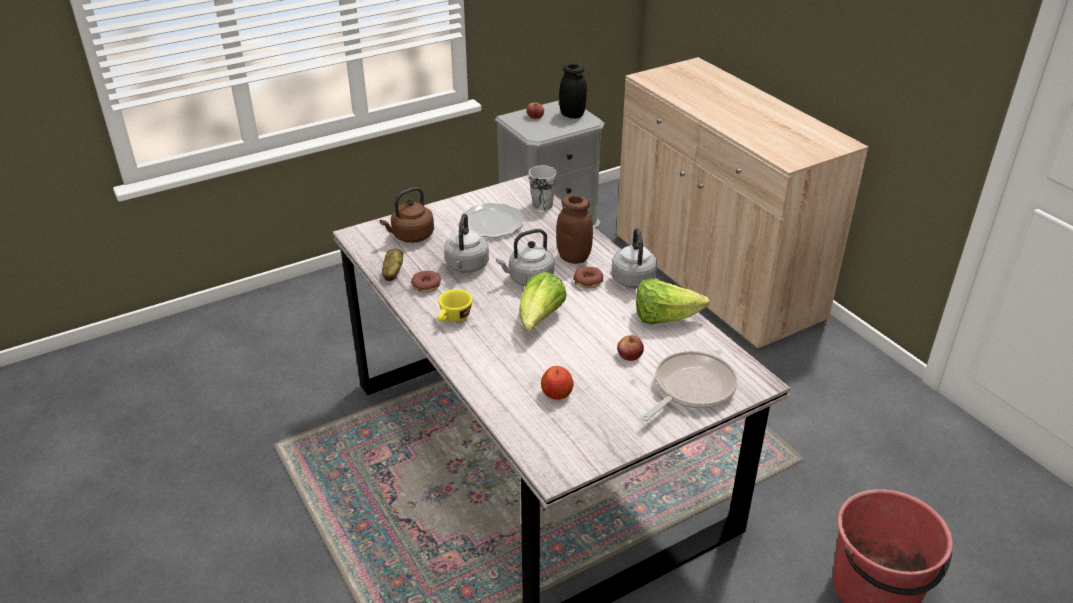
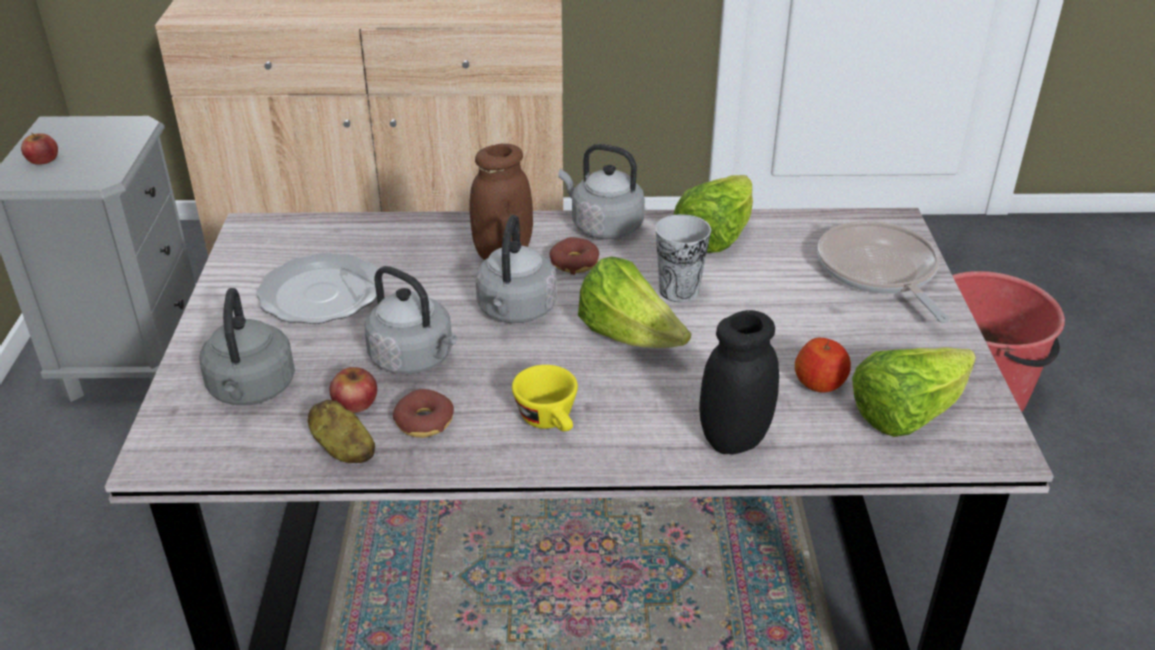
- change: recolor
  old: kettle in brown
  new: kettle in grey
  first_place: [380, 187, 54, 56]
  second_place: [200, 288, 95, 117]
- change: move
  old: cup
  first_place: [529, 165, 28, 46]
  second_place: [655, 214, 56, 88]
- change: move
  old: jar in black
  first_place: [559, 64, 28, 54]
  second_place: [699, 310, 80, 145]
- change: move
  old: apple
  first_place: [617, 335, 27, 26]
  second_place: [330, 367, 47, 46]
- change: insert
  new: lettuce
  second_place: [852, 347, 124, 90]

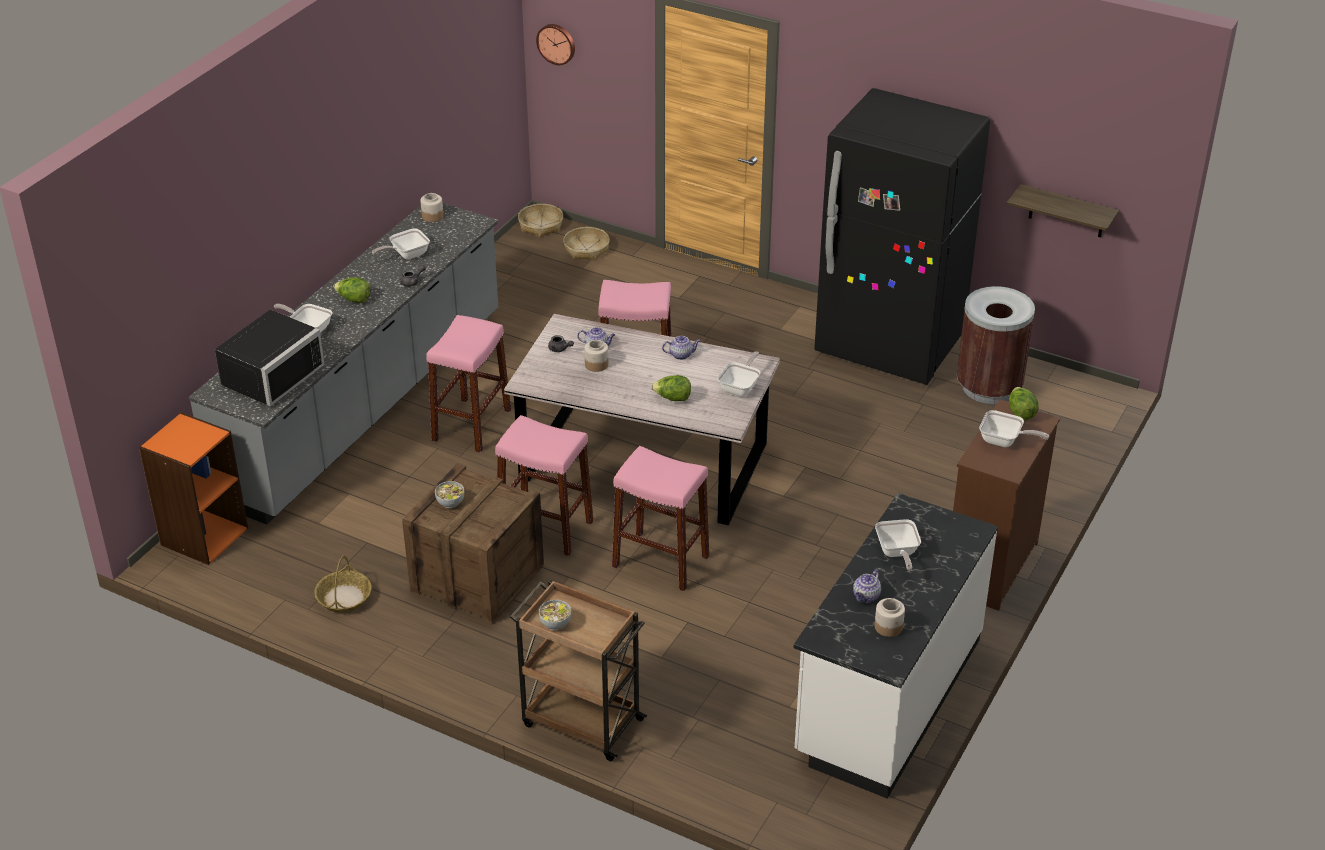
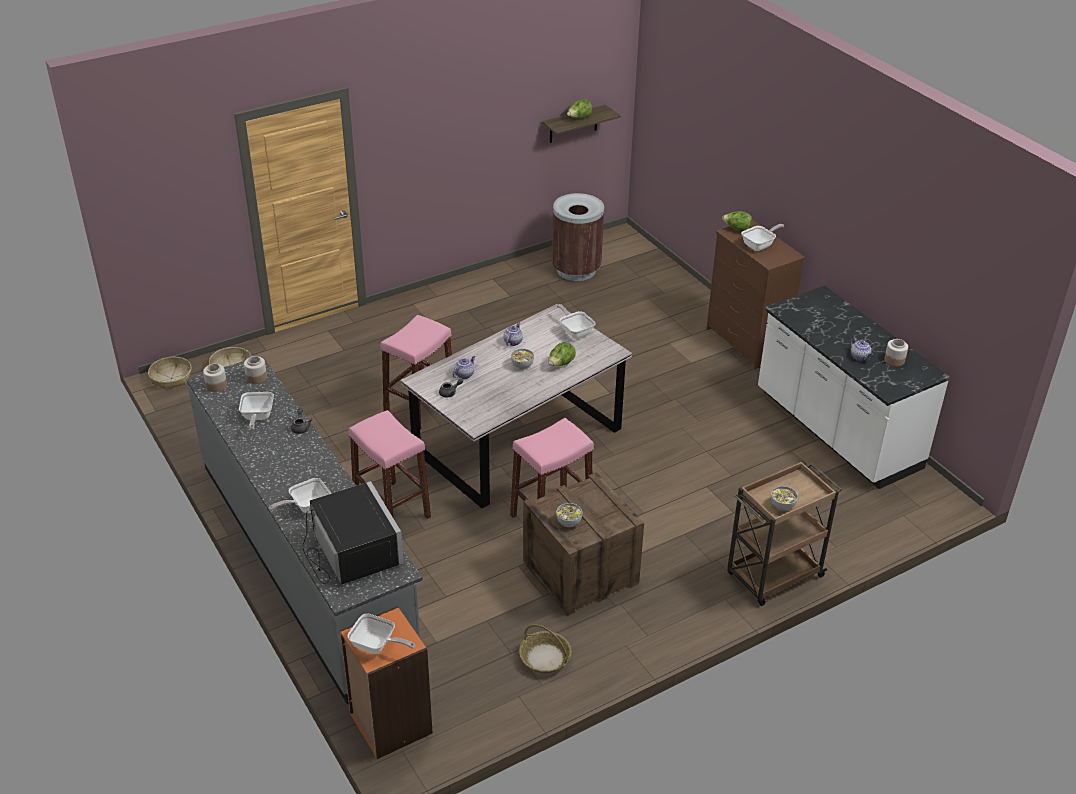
- change: move
  old: lettuce
  first_place: [333, 277, 37, 26]
  second_place: [567, 99, 25, 20]
- change: delete
  old: wall clock
  first_place: [536, 24, 39, 41]
- change: move
  old: jar
  first_place: [584, 340, 24, 32]
  second_place: [244, 356, 23, 28]
- change: delete
  old: stool in pink
  first_place: [612, 446, 97, 145]
- change: delete
  old: fridge in black
  first_place: [814, 88, 176, 297]
- change: move
  old: frying pan
  first_place: [875, 519, 46, 52]
  second_place: [347, 614, 68, 40]
- change: insert
  new: bowl
  second_place: [511, 349, 23, 21]

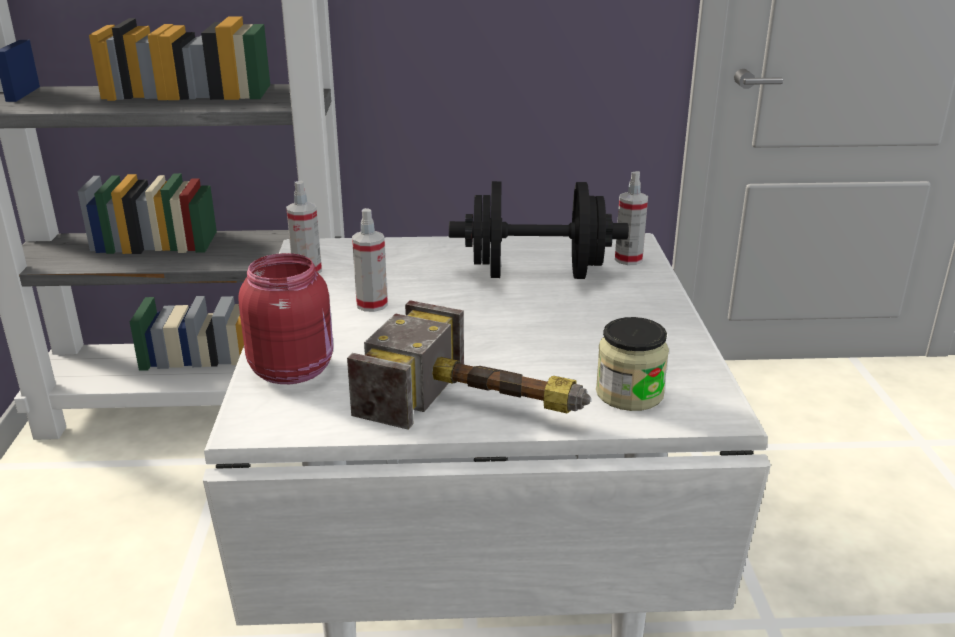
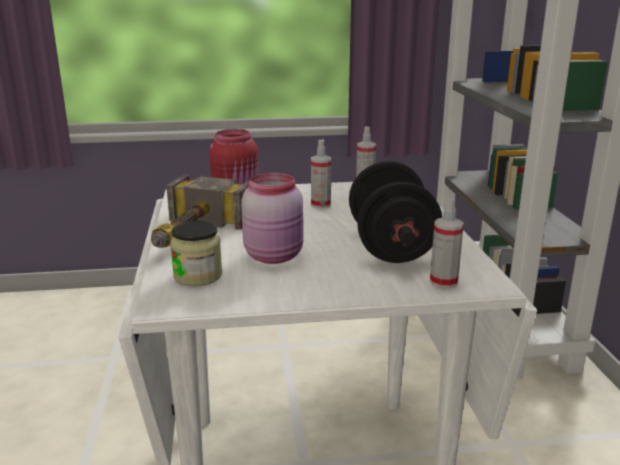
- change: insert
  new: jar in pink
  second_place: [241, 173, 62, 91]

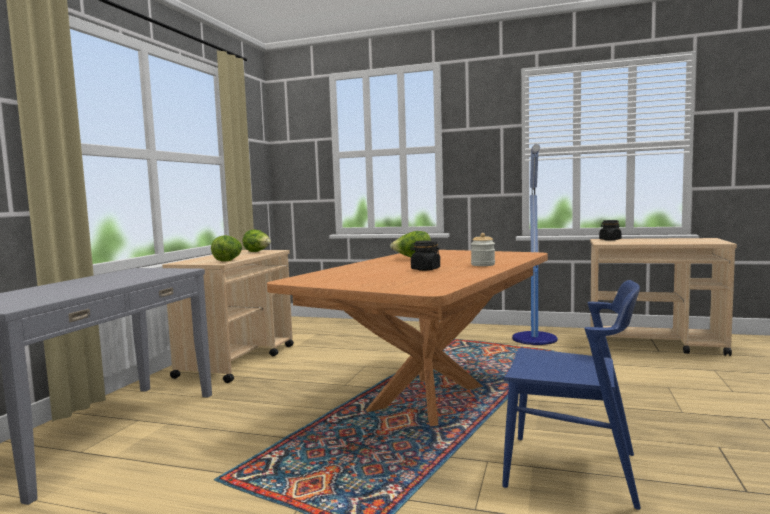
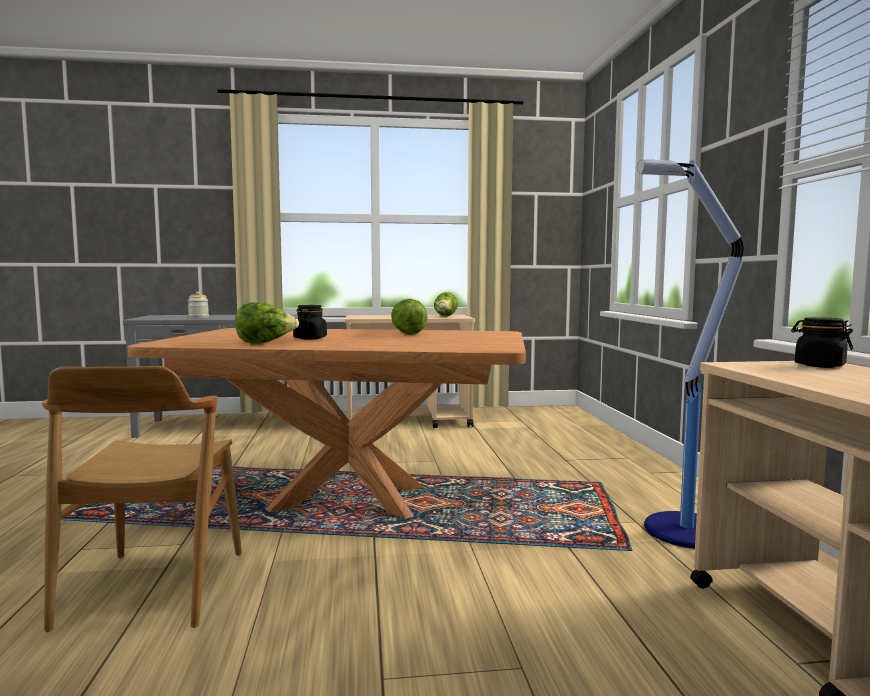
- change: move
  old: lettuce
  first_place: [211, 235, 31, 27]
  second_place: [235, 302, 64, 42]
- change: move
  old: jar
  first_place: [471, 233, 24, 33]
  second_place: [188, 291, 21, 27]
- change: recolor
  old: chair in blue
  new: chair in brown
  first_place: [502, 280, 139, 230]
  second_place: [42, 366, 200, 266]

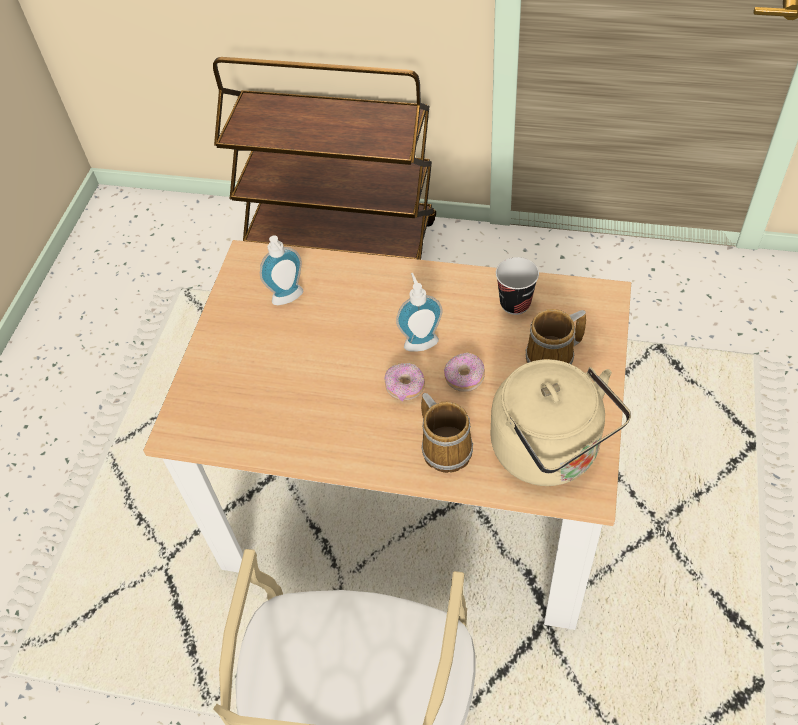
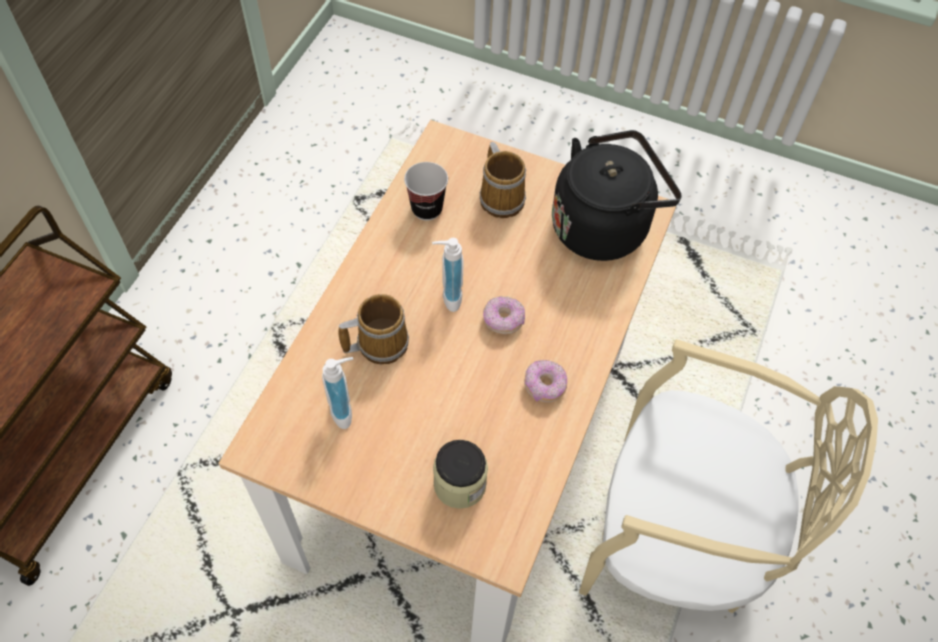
- change: move
  old: mug
  first_place: [421, 393, 52, 80]
  second_place: [338, 294, 71, 70]
- change: move
  old: donut
  first_place: [444, 353, 41, 39]
  second_place: [524, 360, 43, 42]
- change: recolor
  old: kettle in beige
  new: kettle in black
  first_place: [491, 359, 140, 127]
  second_place: [552, 130, 130, 131]
- change: insert
  new: jar
  second_place: [433, 440, 55, 69]

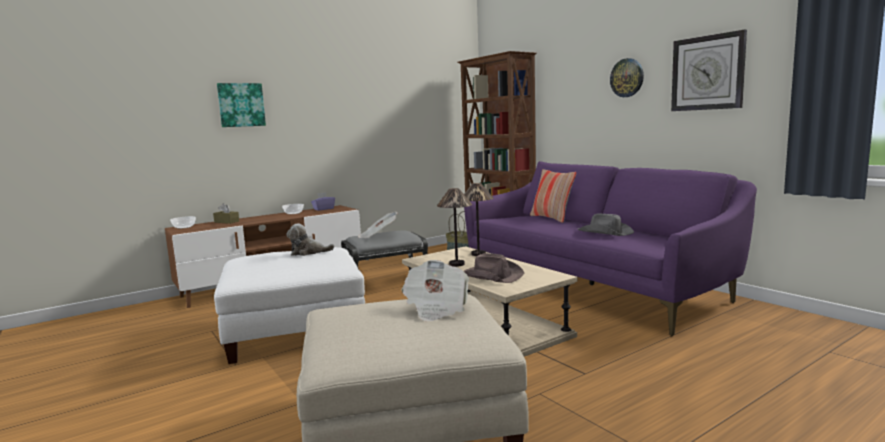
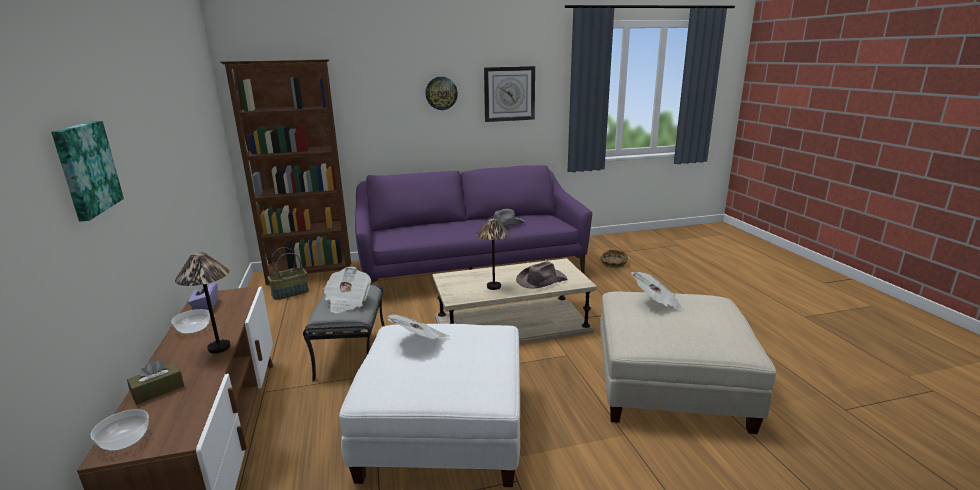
- change: replace
  old: plush toy
  new: newspaper
  first_place: [287, 223, 47, 33]
  second_place: [387, 314, 63, 25]
- change: move
  old: table lamp
  first_place: [464, 183, 30, 73]
  second_place: [175, 252, 55, 101]
- change: delete
  old: pillow
  first_place: [530, 169, 47, 54]
- change: insert
  new: basket
  second_place: [600, 249, 28, 19]

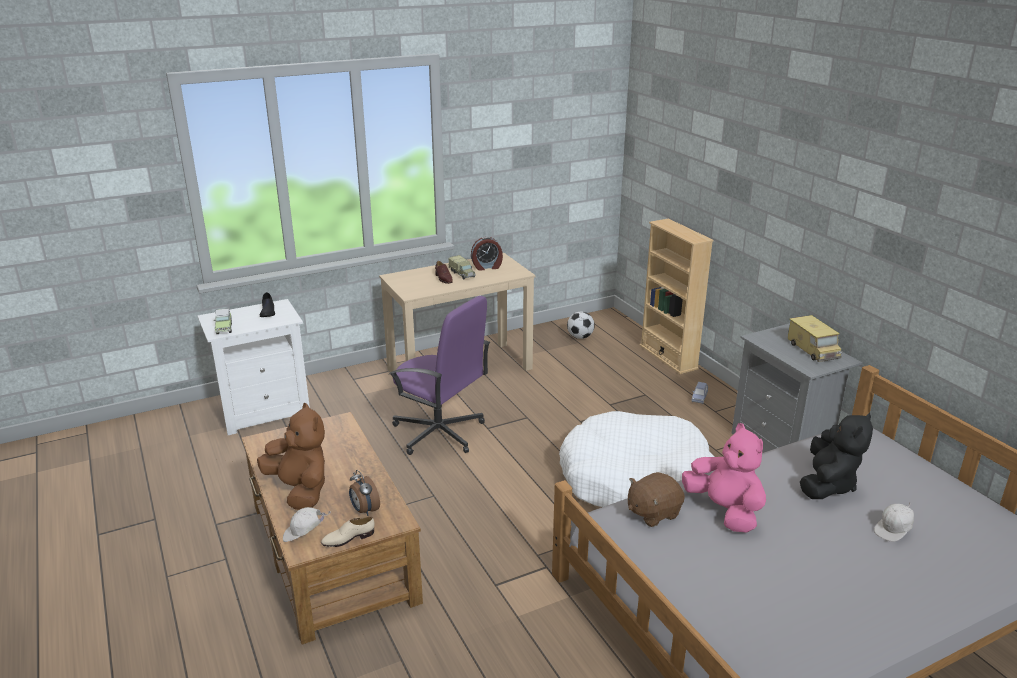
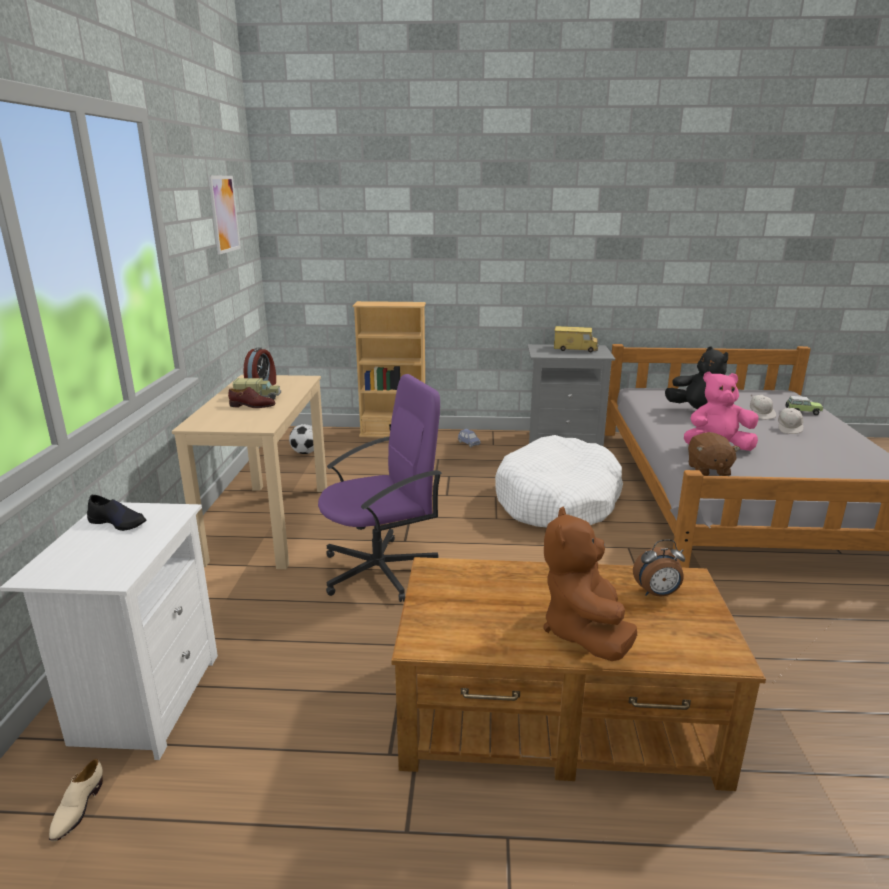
- change: move
  old: toy car
  first_place: [214, 309, 18, 25]
  second_place: [786, 396, 37, 19]
- change: rotate
  old: plush toy in brown
  first_place: [257, 403, 68, 107]
  second_place: [543, 507, 94, 154]
  degrees: -75
- change: move
  old: cap in white
  first_place: [283, 507, 48, 35]
  second_place: [778, 407, 25, 27]
- change: move
  old: shoe in beige
  first_place: [321, 517, 54, 30]
  second_place: [49, 759, 54, 83]
- change: insert
  new: picture
  second_place: [208, 176, 33, 78]

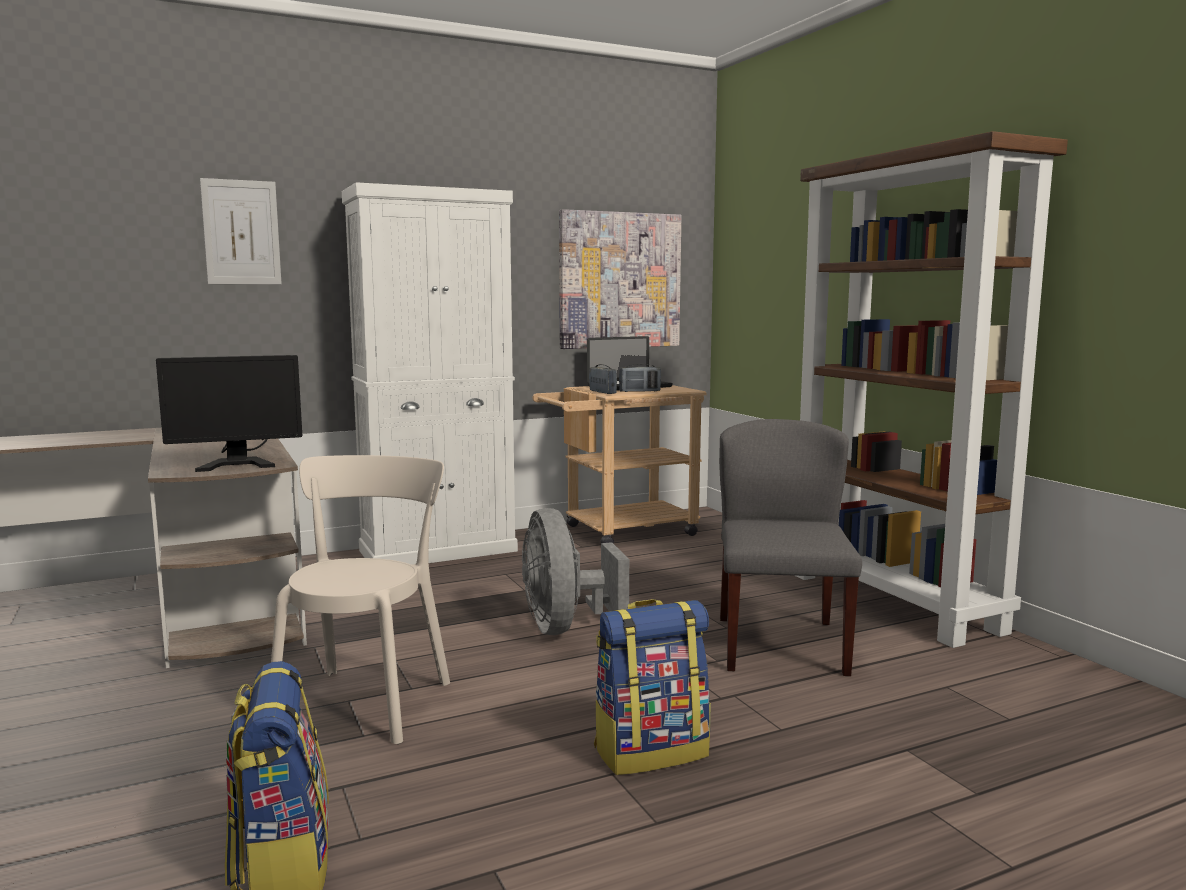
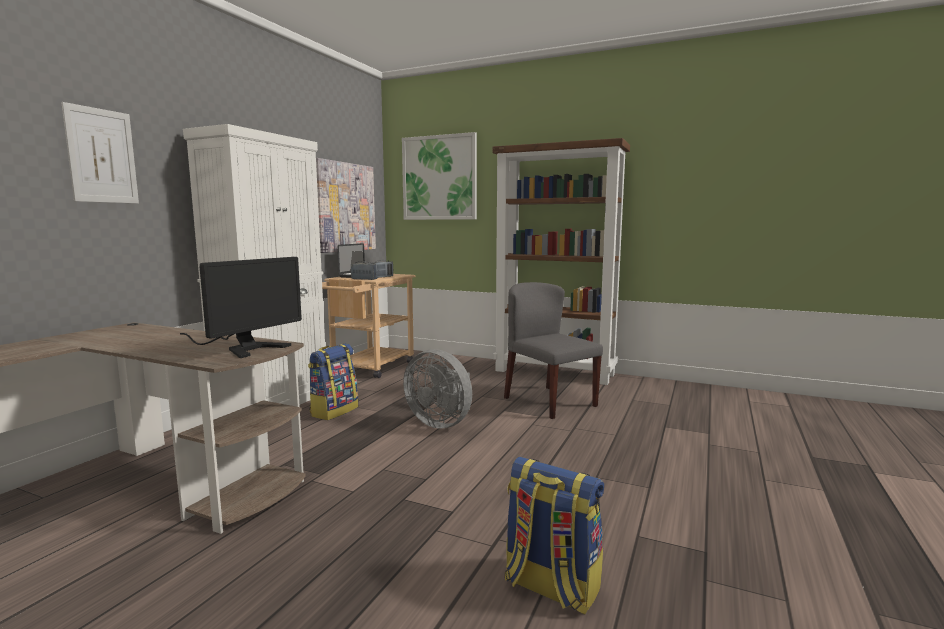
- change: delete
  old: chair in beige
  first_place: [271, 455, 179, 289]
- change: move
  old: backpack
  first_place: [594, 599, 117, 176]
  second_place: [308, 343, 50, 77]
- change: insert
  new: picture
  second_place: [402, 132, 75, 88]

